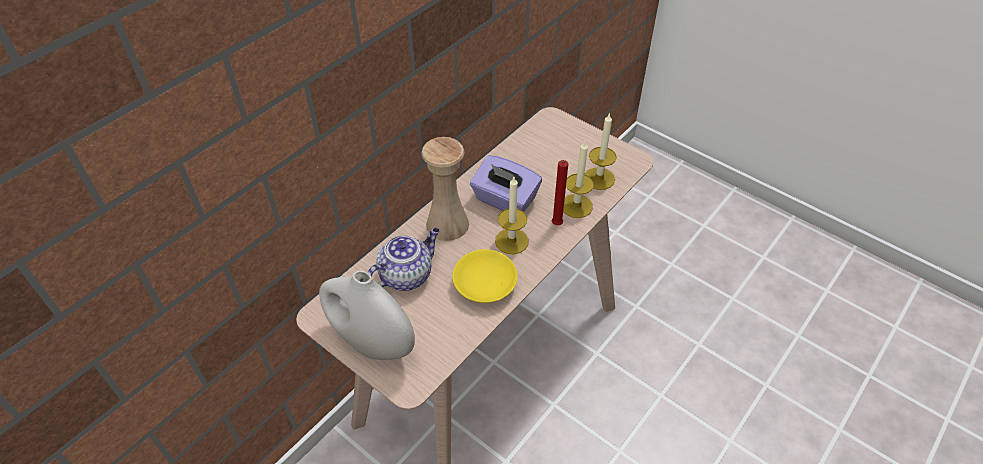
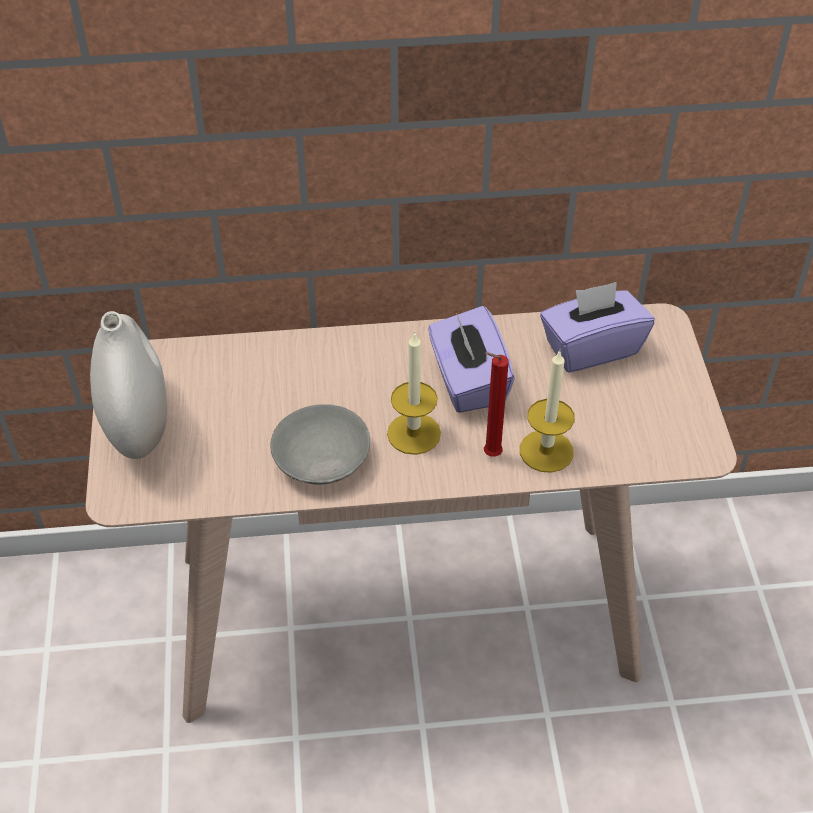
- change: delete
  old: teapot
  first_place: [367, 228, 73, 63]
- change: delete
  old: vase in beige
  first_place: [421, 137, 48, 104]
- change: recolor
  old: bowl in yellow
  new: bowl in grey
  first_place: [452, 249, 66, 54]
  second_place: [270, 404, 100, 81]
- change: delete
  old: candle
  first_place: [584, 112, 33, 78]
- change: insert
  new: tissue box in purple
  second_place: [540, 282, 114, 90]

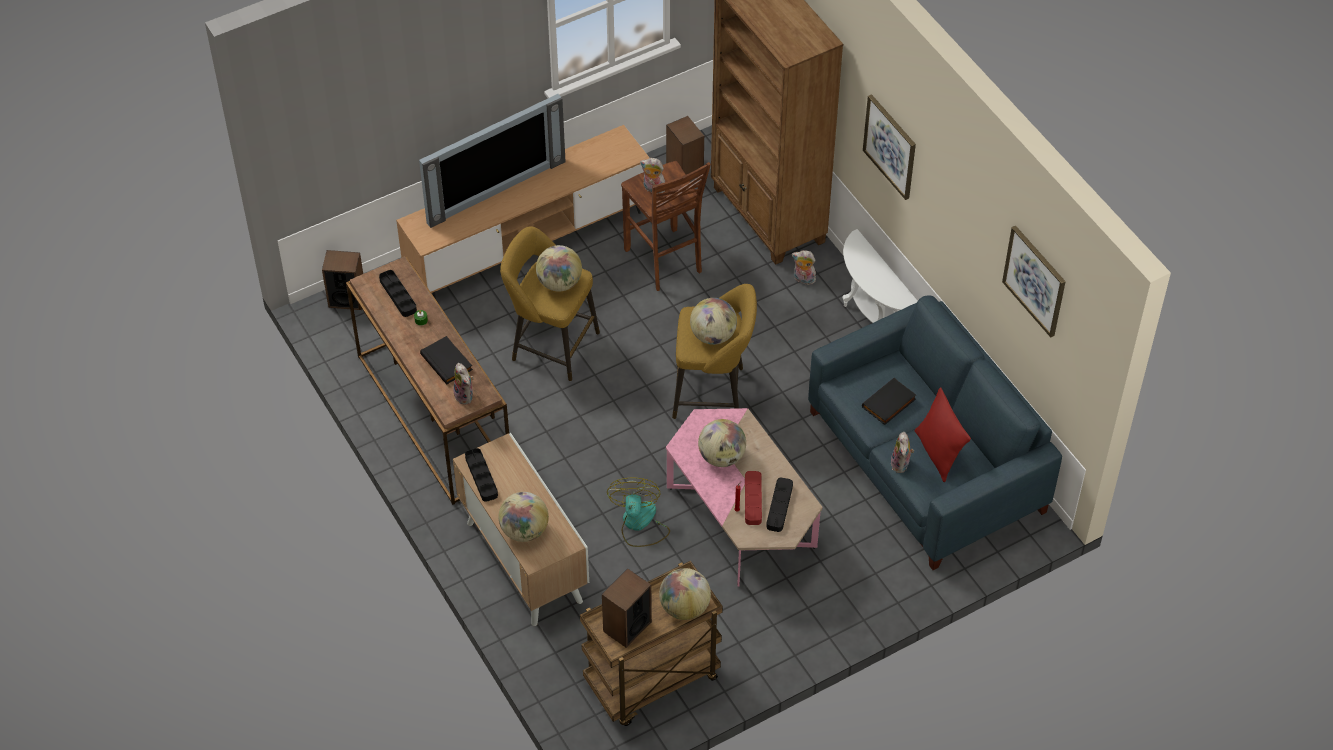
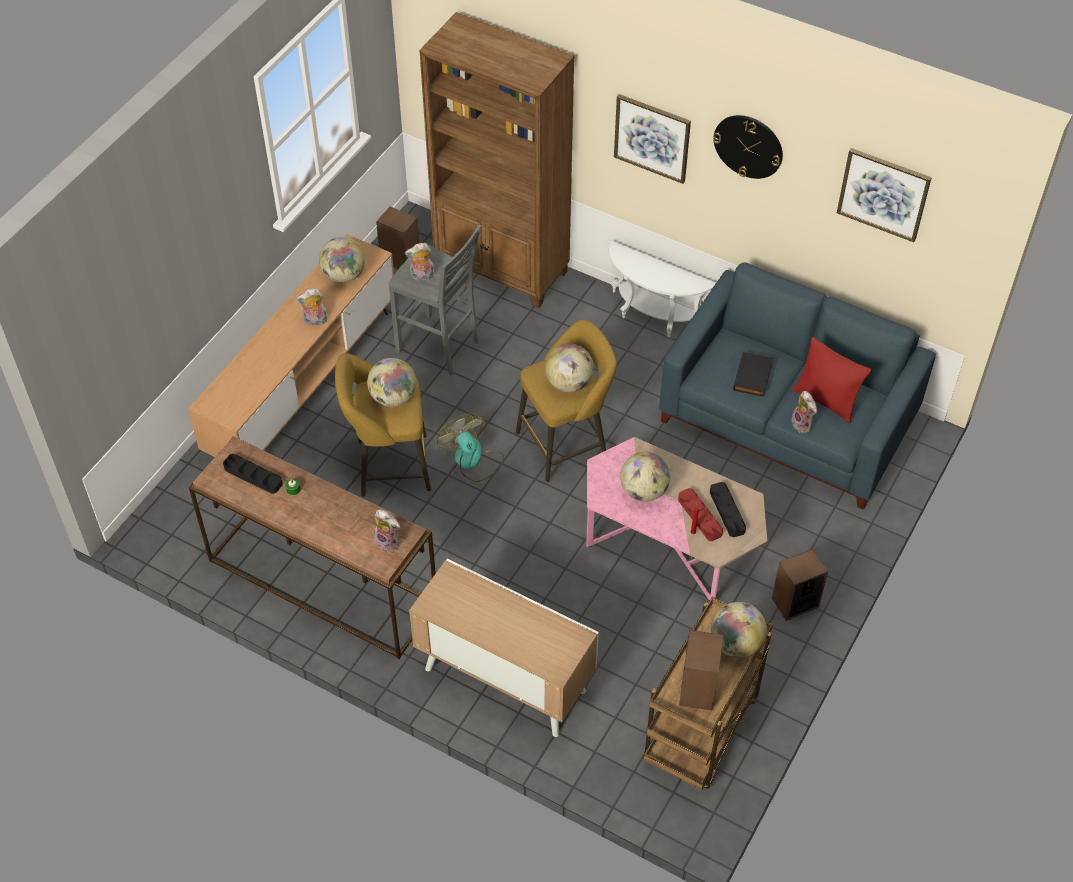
- change: move
  old: speaker
  first_place: [322, 250, 41, 60]
  second_place: [772, 549, 56, 72]
- change: delete
  old: television
  first_place: [419, 94, 147, 134]
- change: delete
  old: book in black
  first_place: [420, 336, 53, 48]
- change: delete
  old: tray in black
  first_place: [465, 448, 33, 54]
- change: move
  old: globe
  first_place: [498, 492, 51, 50]
  second_place: [319, 237, 46, 46]
- change: move
  old: fan
  first_place: [607, 478, 63, 69]
  second_place: [437, 413, 67, 69]
- change: recolor
  old: stool in brown
  new: stool in grey
  first_place: [621, 161, 90, 130]
  second_place: [388, 224, 93, 152]
- change: move
  old: plush toy
  first_place: [792, 250, 24, 35]
  second_place: [296, 288, 32, 38]
- change: insert
  new: wall clock
  second_place: [713, 115, 70, 64]

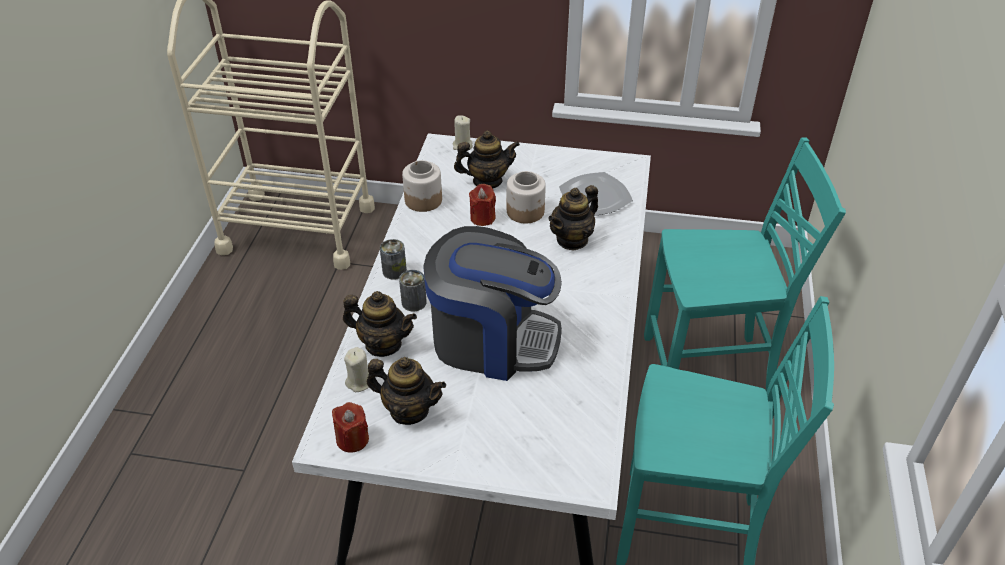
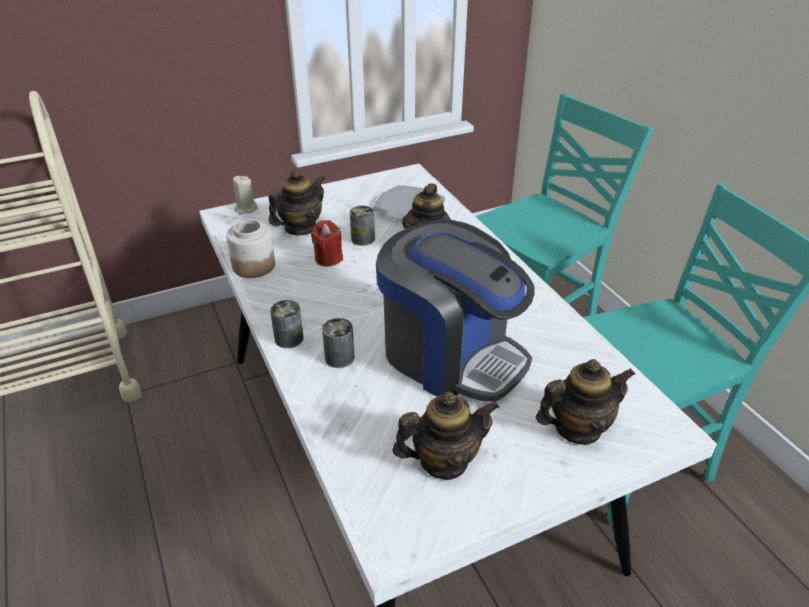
- change: delete
  old: candle in red
  first_place: [332, 402, 37, 51]
- change: move
  old: teapot
  first_place: [343, 291, 74, 66]
  second_place: [536, 359, 100, 86]
- change: delete
  old: candle in beige
  first_place: [344, 347, 25, 45]
- change: rotate
  old: coffee machine
  first_place: [423, 226, 139, 155]
  second_place: [376, 220, 159, 182]
  degrees: 60
- change: replace
  old: jar
  new: can
  first_place: [507, 171, 39, 52]
  second_place: [350, 206, 25, 40]

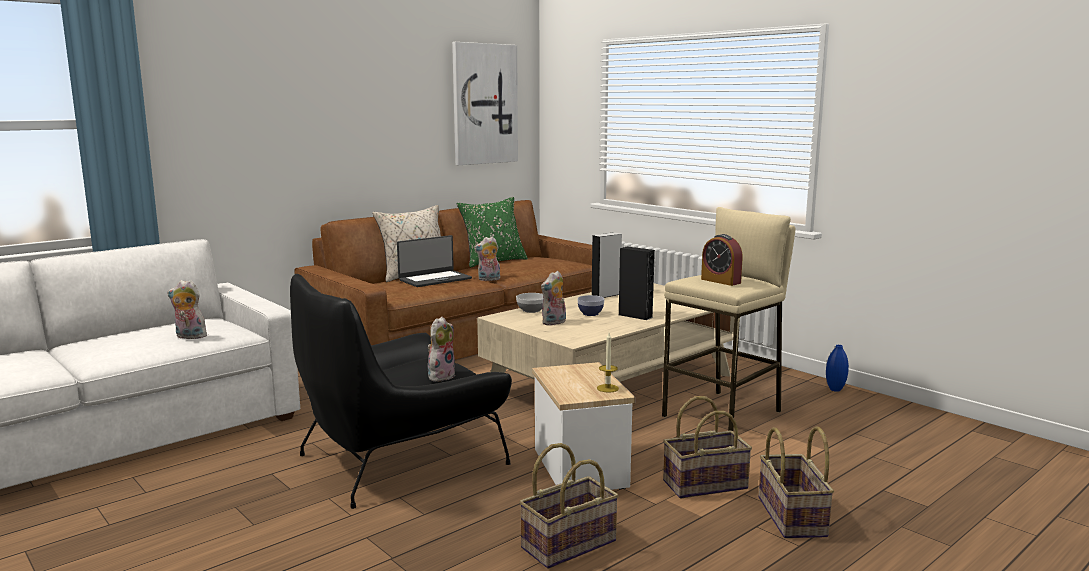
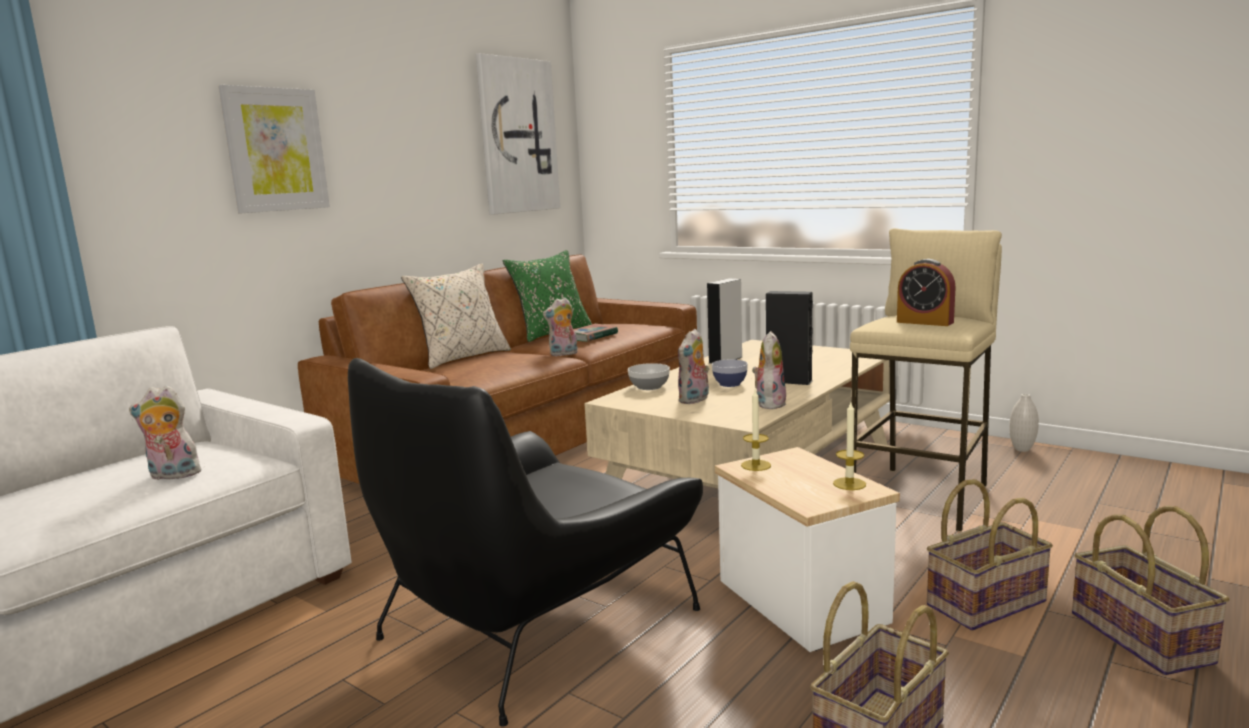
- change: delete
  old: laptop
  first_place: [397, 235, 75, 52]
- change: move
  old: plush toy
  first_place: [428, 317, 28, 65]
  second_place: [752, 331, 34, 78]
- change: recolor
  old: vase in blue
  new: vase in white
  first_place: [826, 345, 23, 47]
  second_place: [1009, 394, 30, 58]
- change: insert
  new: picture
  second_place: [219, 85, 111, 128]
- change: insert
  new: book
  second_place: [573, 324, 45, 18]
- change: insert
  new: candle
  second_place: [741, 390, 30, 81]

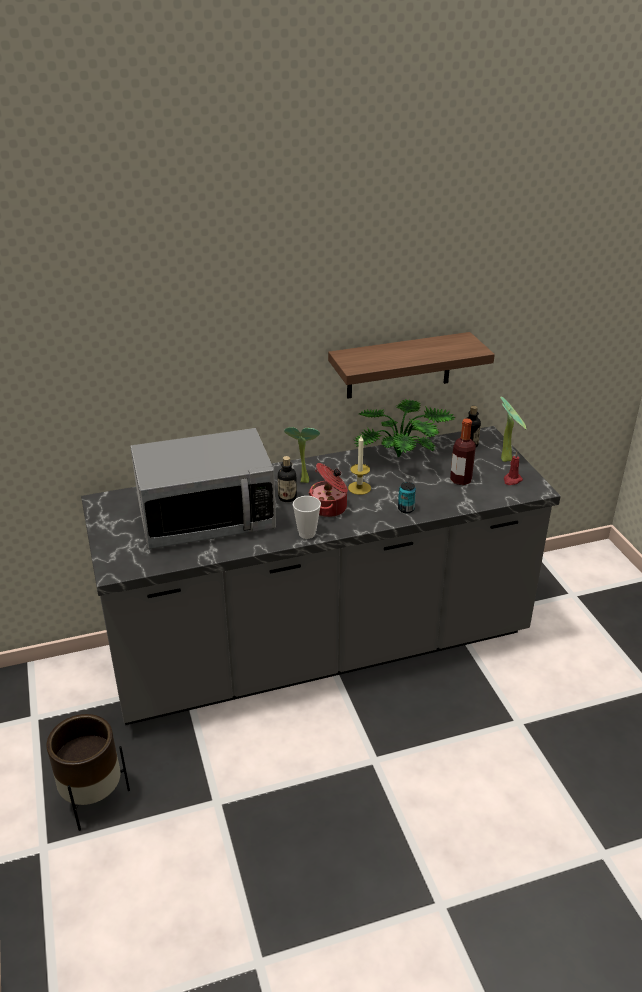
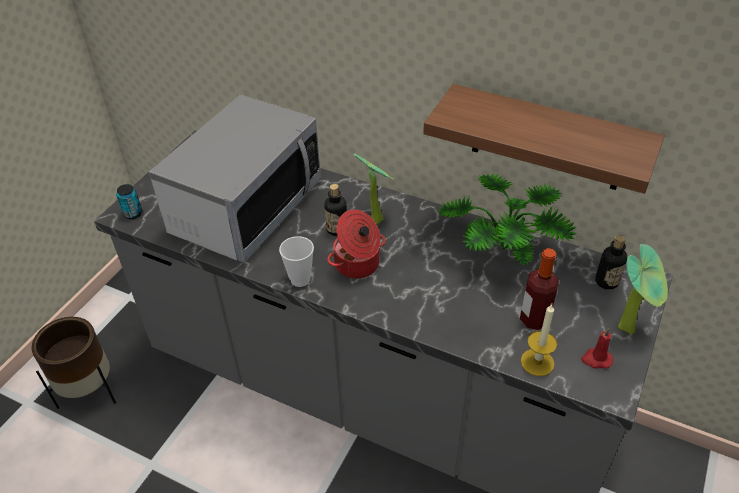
- change: rotate
  old: microwave
  first_place: [130, 428, 146, 121]
  second_place: [149, 95, 172, 168]
  degrees: -90
- change: move
  old: candle
  first_place: [348, 436, 23, 59]
  second_place: [520, 304, 37, 72]
- change: move
  old: can
  first_place: [398, 482, 18, 31]
  second_place: [116, 184, 26, 35]

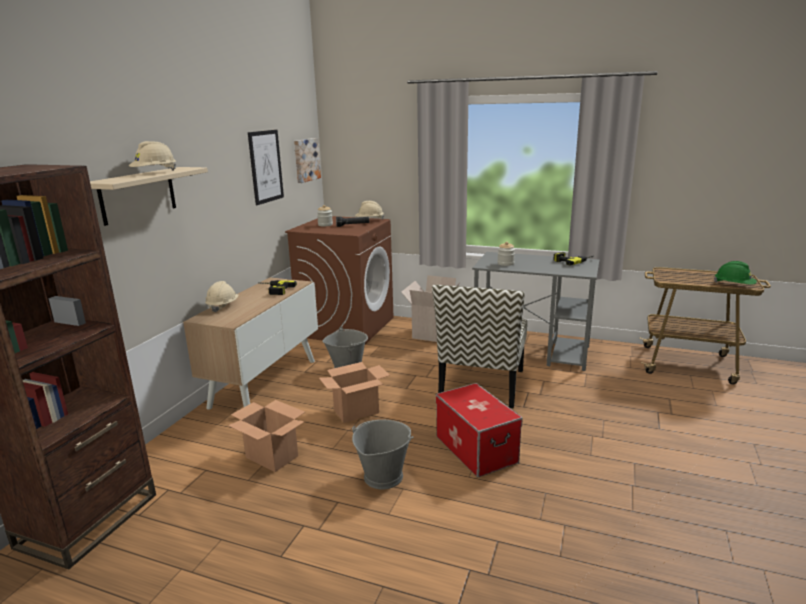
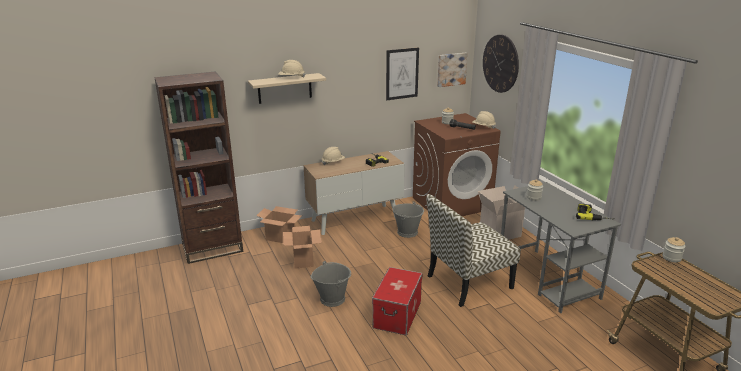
- change: move
  old: cardboard box
  first_place: [319, 362, 71, 61]
  second_place: [256, 206, 46, 37]
- change: delete
  old: hard hat in green
  first_place: [714, 261, 43, 24]
- change: insert
  new: wall clock
  second_place: [483, 35, 36, 58]
- change: insert
  new: jar
  second_place: [663, 237, 22, 25]

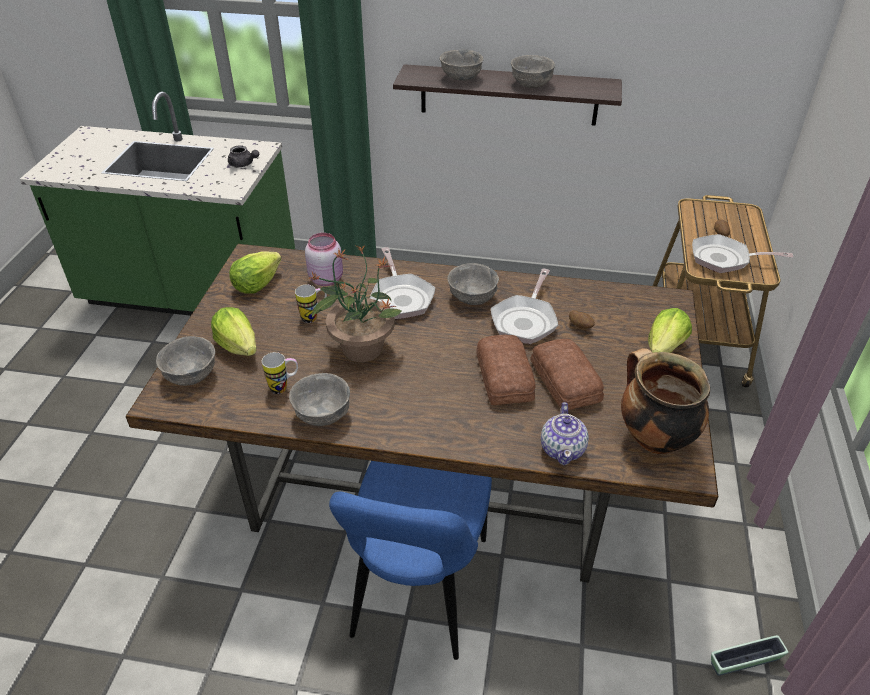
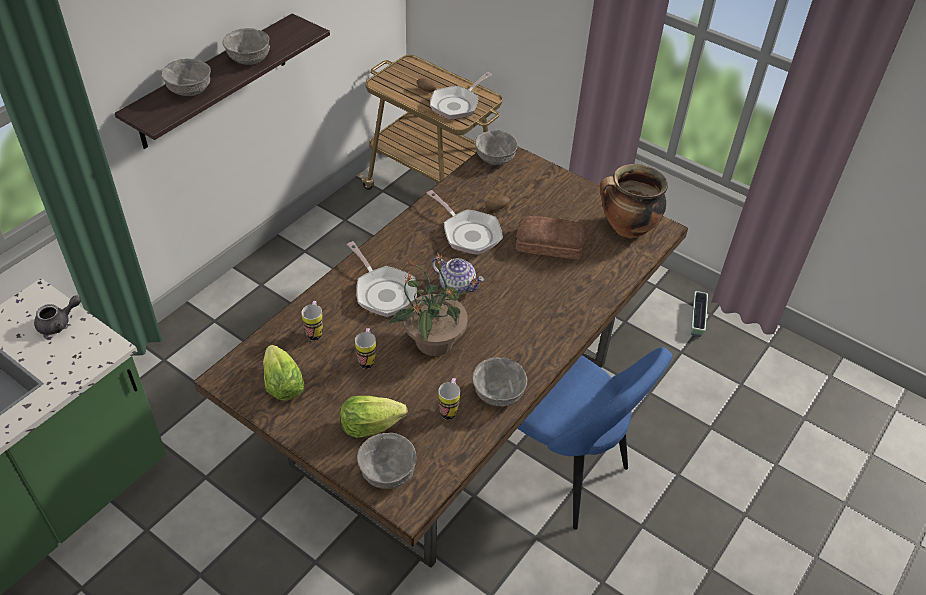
- change: replace
  old: jar in pink
  new: mug
  first_place: [305, 233, 38, 53]
  second_place: [301, 301, 22, 40]
- change: rotate
  old: frying pan
  first_place: [370, 247, 65, 72]
  second_place: [347, 241, 70, 76]
  degrees: 45
- change: move
  old: bowl in grey
  first_place: [447, 263, 52, 42]
  second_place: [475, 130, 43, 35]
- change: delete
  old: bread
  first_place: [476, 335, 60, 70]
- change: move
  old: teapot
  first_place: [541, 402, 48, 63]
  second_place: [432, 257, 53, 37]
- change: delete
  old: lettuce
  first_place: [648, 308, 44, 45]

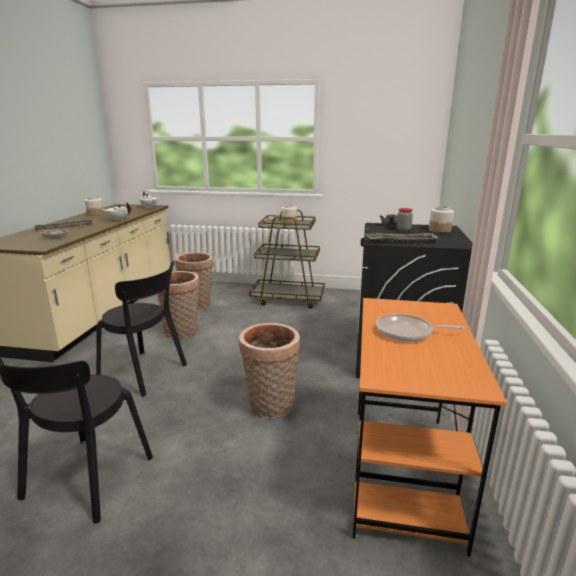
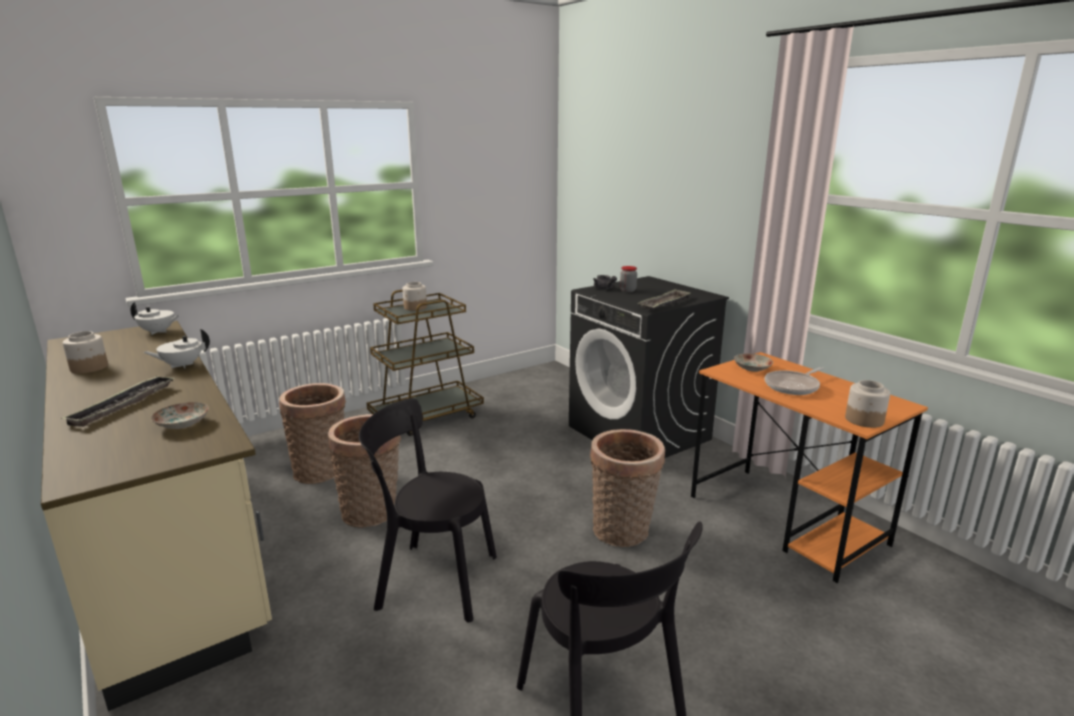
- change: rotate
  old: chair in black
  first_place: [96, 261, 91, 136]
  second_place: [359, 398, 138, 224]
  degrees: -150
- change: move
  old: jar
  first_place: [429, 206, 25, 27]
  second_place: [845, 380, 45, 48]
- change: insert
  new: plate
  second_place: [734, 354, 39, 18]

